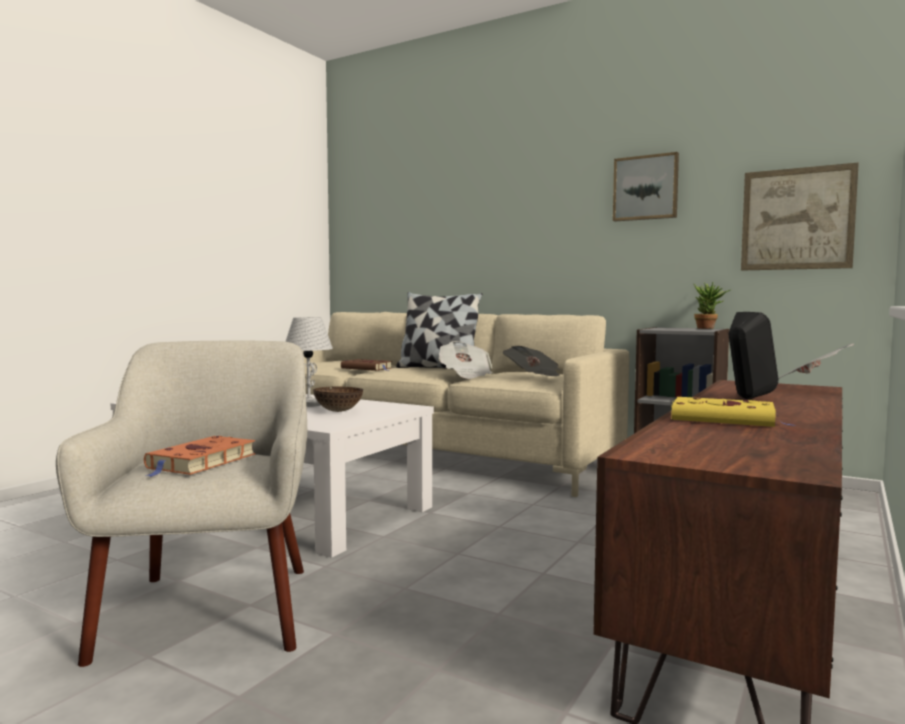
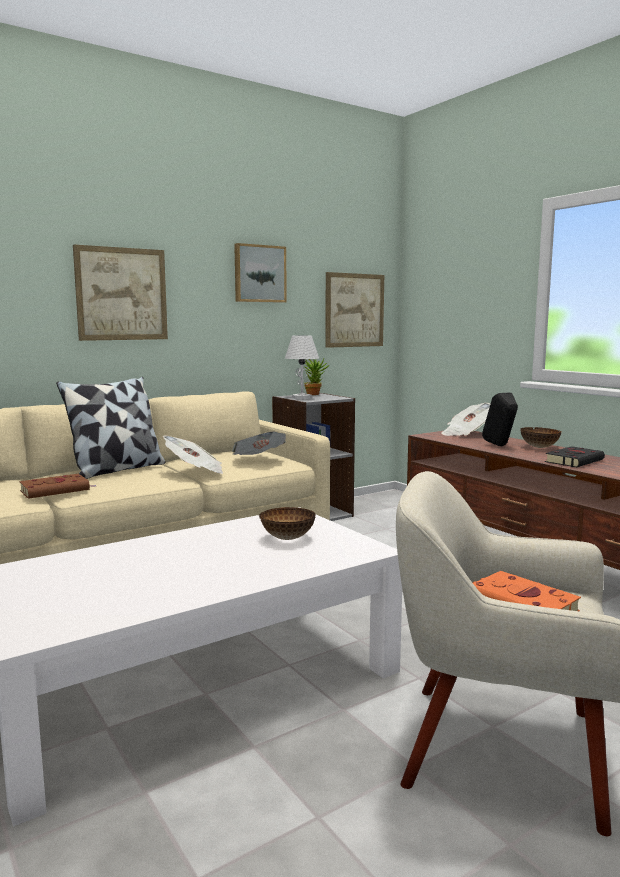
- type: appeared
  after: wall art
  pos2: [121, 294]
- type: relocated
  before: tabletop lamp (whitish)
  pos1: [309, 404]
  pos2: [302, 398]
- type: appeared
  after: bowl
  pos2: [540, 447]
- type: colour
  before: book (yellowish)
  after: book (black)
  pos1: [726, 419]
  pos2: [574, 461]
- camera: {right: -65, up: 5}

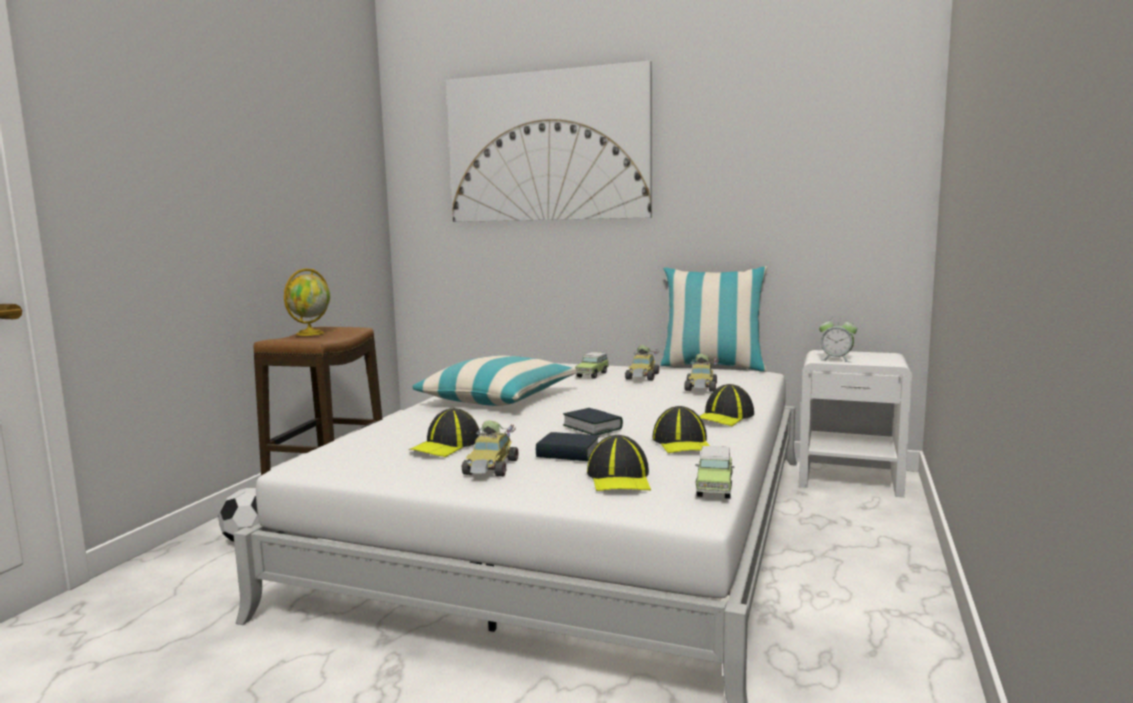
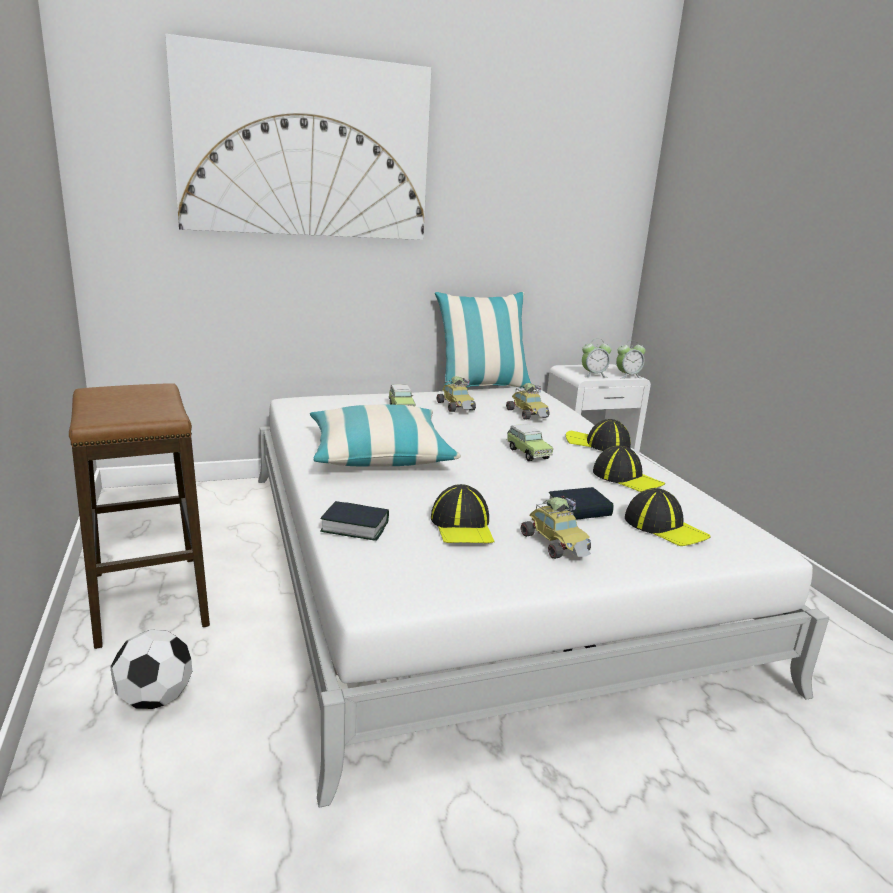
- type: relocated
  before: book
  pos1: [592, 427]
  pos2: [355, 527]
- type: relocated
  before: miniature car
  pos1: [714, 487]
  pos2: [527, 453]
- type: spun
  before: cap
  pos1: [724, 417]
  pos2: [597, 443]
  turn: 120
- type: appeared
  after: bedside clock
  pos2: [628, 376]
- type: missing
  before: world globe
  pos1: [310, 333]
- camera: {right: -40, up: 10}

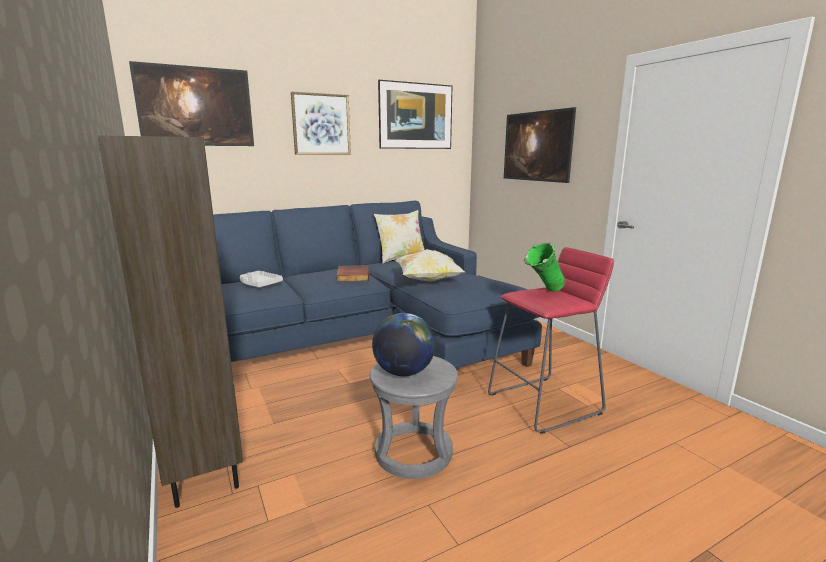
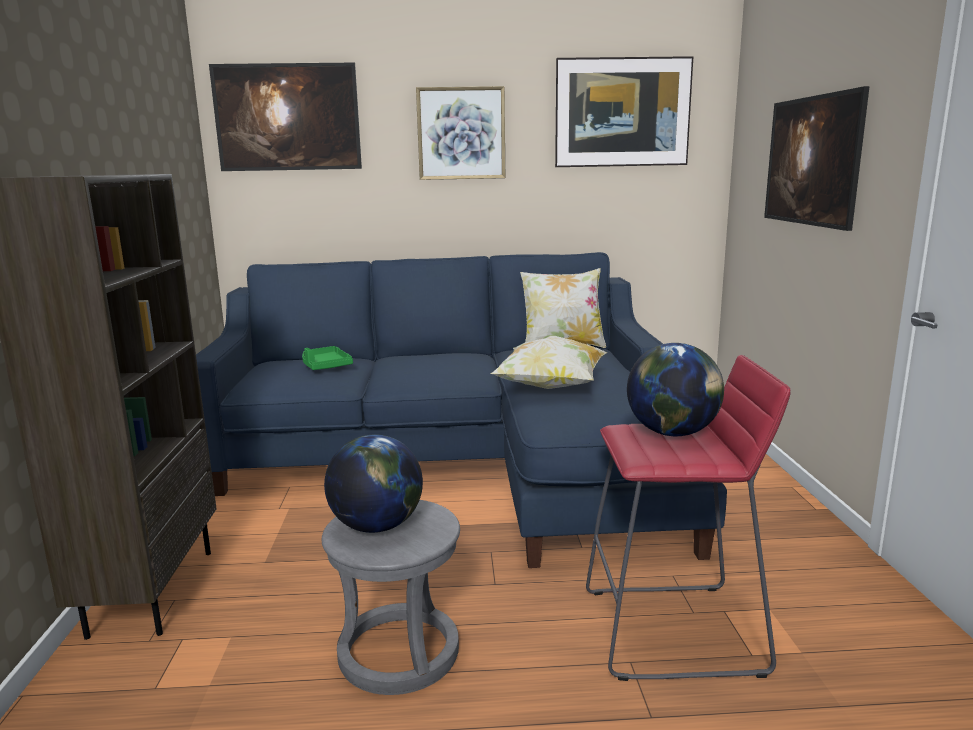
- type: colour
  before: serving tray (greyish)
  after: serving tray (green)
  pos1: [259, 284]
  pos2: [325, 366]
- type: exchanged
  before: vase (green)
  after: world globe
  pos1: [543, 292]
  pos2: [672, 433]
- type: missing
  before: book
  pos1: [352, 276]
- camera: {right: 25, up: 0}

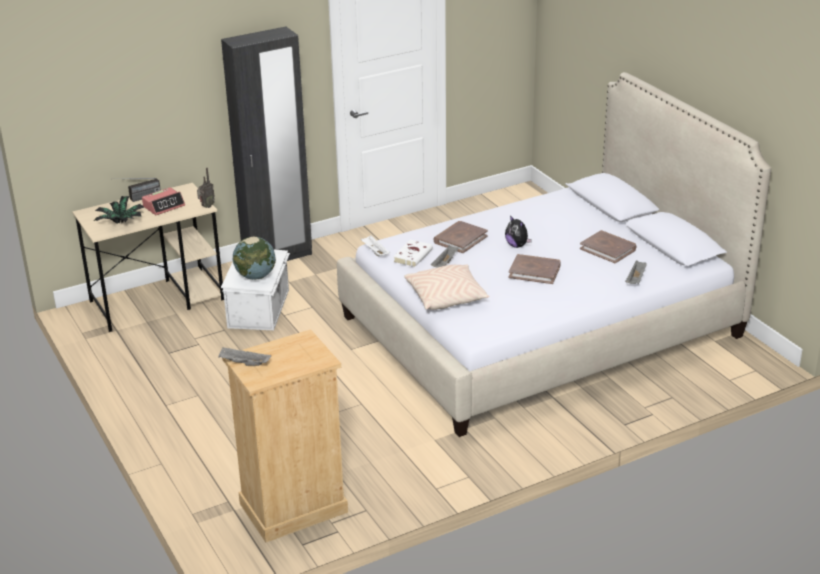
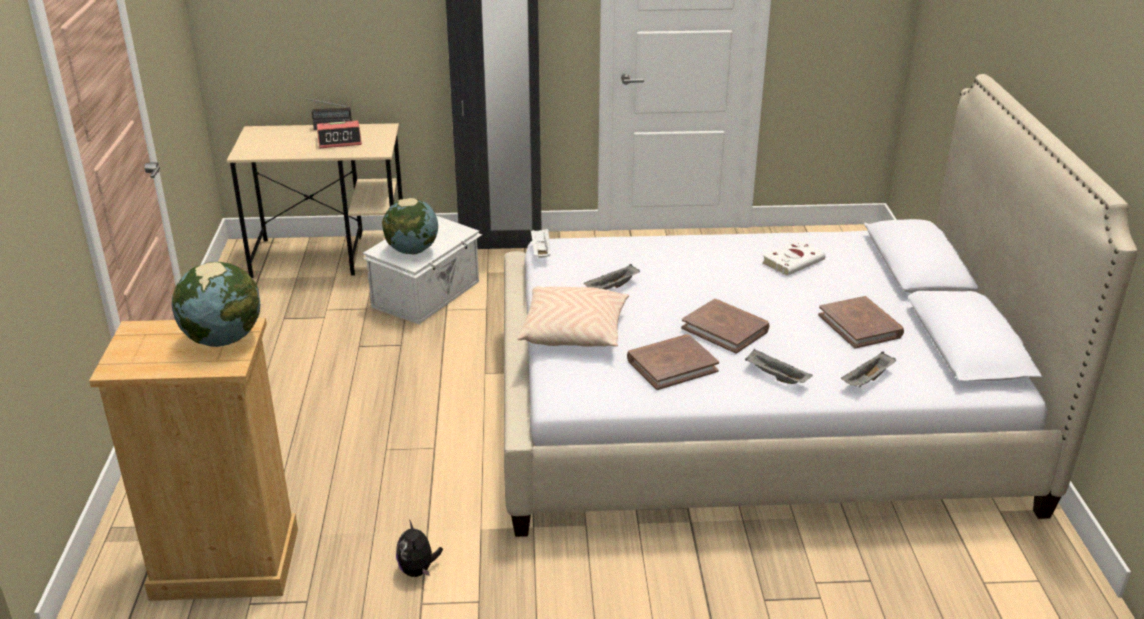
- type: appeared
  after: world globe
  pos2: [223, 339]
- type: relocated
  before: cuddly toy
  pos1: [517, 245]
  pos2: [418, 570]
- type: relocated
  before: book (brownish)
  pos1: [460, 239]
  pos2: [672, 365]
- type: relocated
  before: serving tray (greyish)
  pos1: [244, 364]
  pos2: [775, 377]
- type: relocated
  before: book (whitish)
  pos1: [413, 255]
  pos2: [794, 261]
- type: missing
  before: plant in a pot
  pos1: [121, 223]
- type: missing
  before: radio
  pos1: [206, 207]
- camera: {right: 25, up: 0}

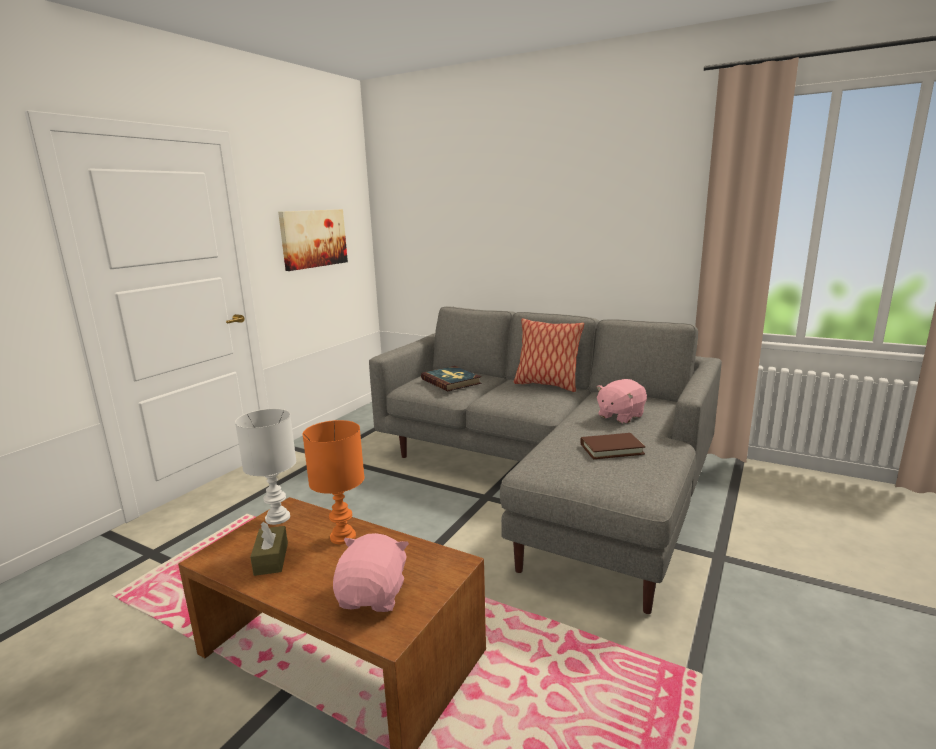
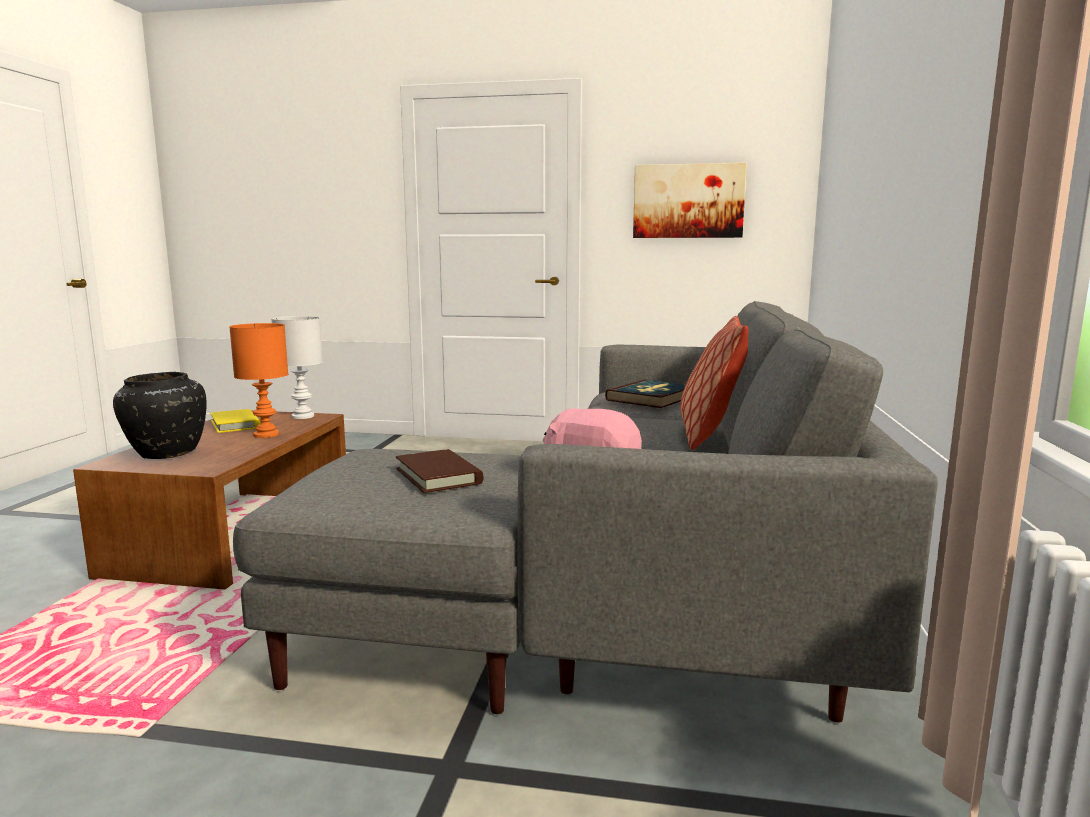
- type: exchanged
  before: cuddly toy (pink-coloured)
  after: vase (black)
  pos1: [373, 596]
  pos2: [166, 453]
- type: exchanged
  before: tissue holder (brownish)
  after: book (yellowish)
  pos1: [271, 559]
  pos2: [235, 424]
- camera: {right: 70, up: -5}

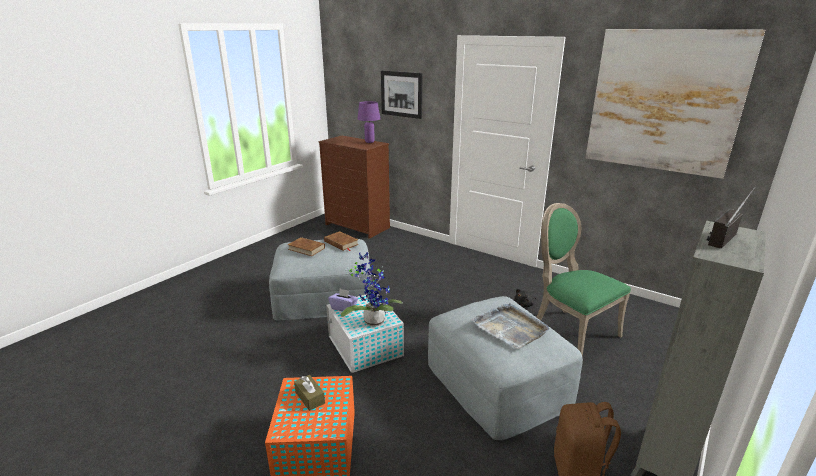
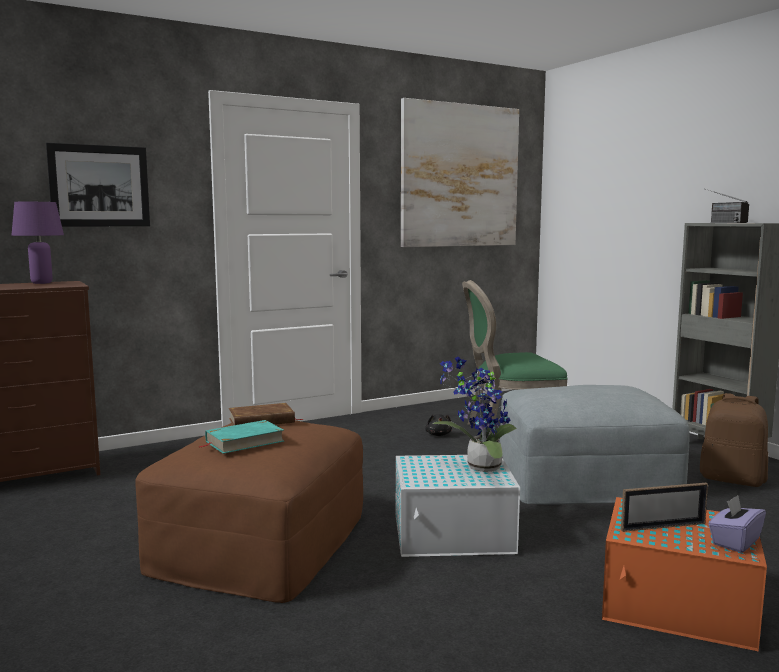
- type: colour
  before: pouffe (greyish)
  after: pouffe (brownish)
  pos1: [324, 296]
  pos2: [260, 543]
- type: colour
  before: book (brownish)
  after: book (turquoise)
  pos1: [306, 248]
  pos2: [244, 441]
- type: exchanged
  before: tissue holder (brownish)
  after: picture frame
  pos1: [310, 397]
  pos2: [663, 527]
- type: relocated
  before: tissue holder (purplish)
  pos1: [344, 308]
  pos2: [735, 542]
- type: missing
  before: serving tray (greyish)
  pos1: [510, 327]
- camera: {right: -65, up: -15}

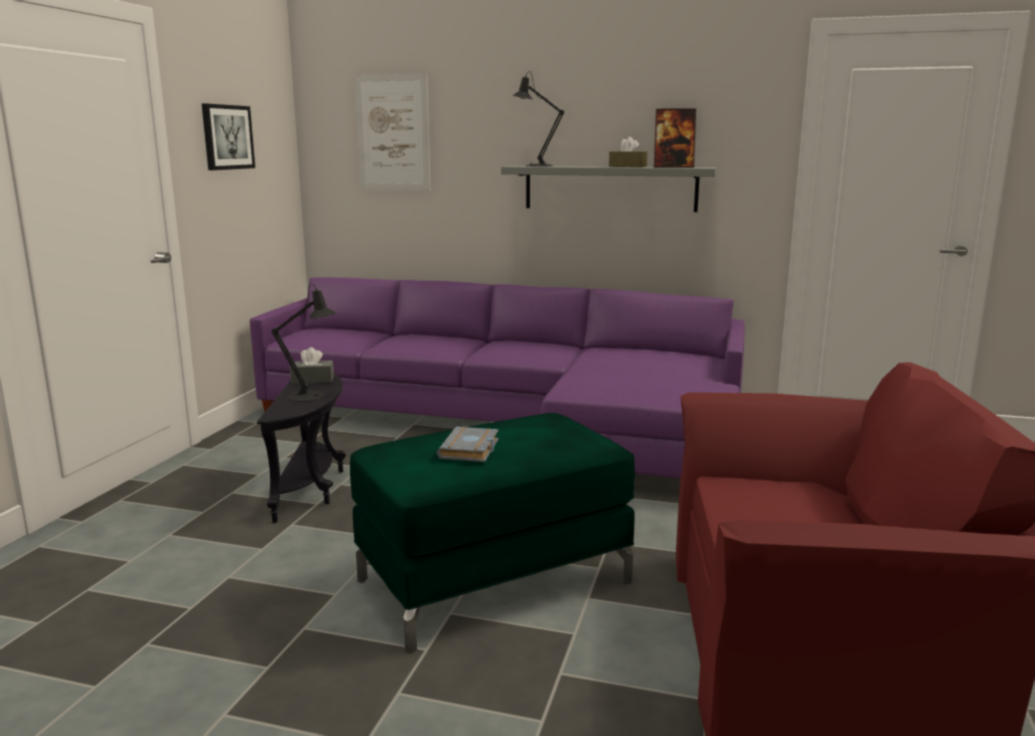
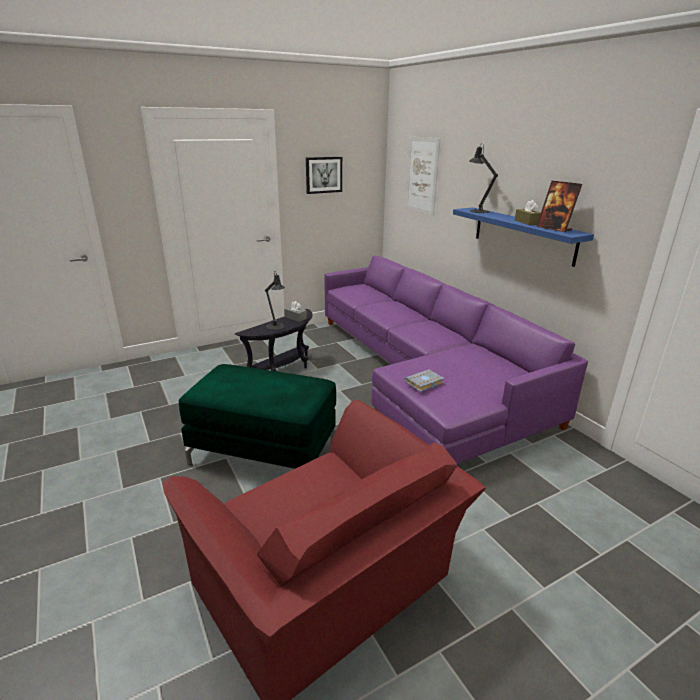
- type: relocated
  before: book (greyish)
  pos1: [471, 450]
  pos2: [424, 383]
- type: colour
  before: bracket shelf (greyish)
  after: bracket shelf (bluish)
  pos1: [610, 188]
  pos2: [523, 235]
- camera: {right: 45, up: 10}

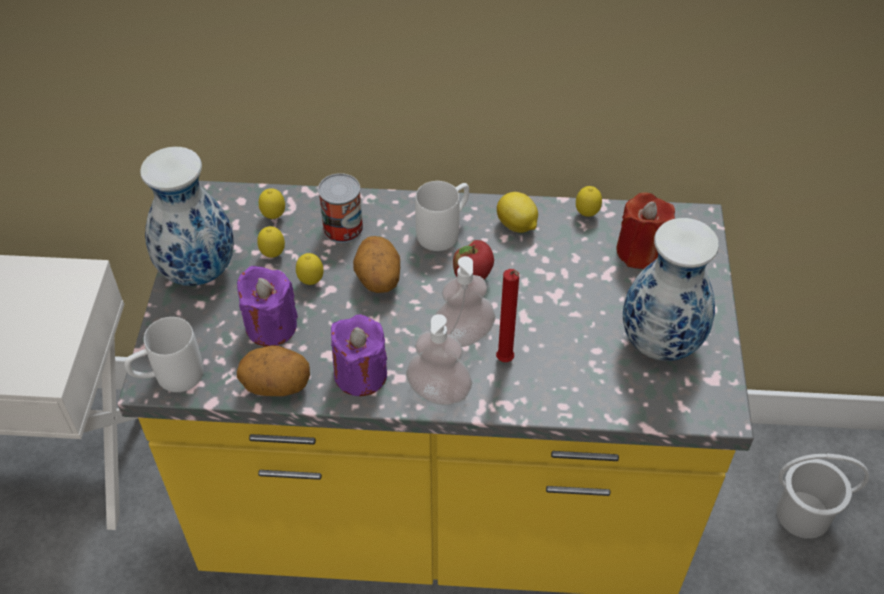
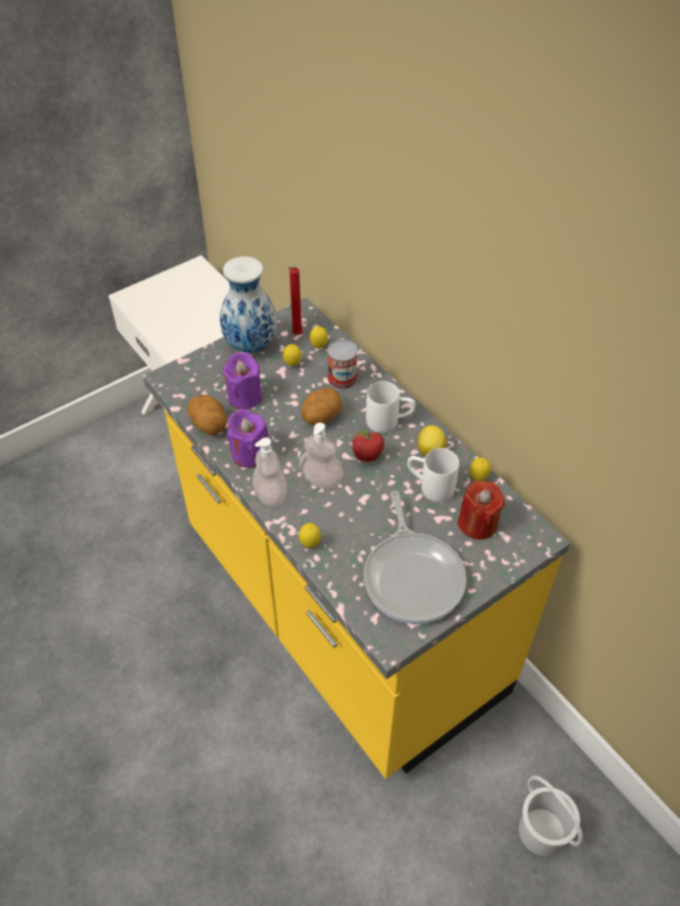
- type: relocated
  before: wax light (red)
  pos1: [505, 362]
  pos2: [296, 335]
- type: relocated
  before: lemon
  pos1: [311, 282]
  pos2: [310, 544]
- type: exchanged
  before: vase
  after: frying pan
  pos1: [659, 342]
  pos2: [413, 576]
- type: relocated
  before: coffee mug (whitish)
  pos1: [169, 378]
  pos2: [429, 486]
- camera: {right: 50, up: 0}

